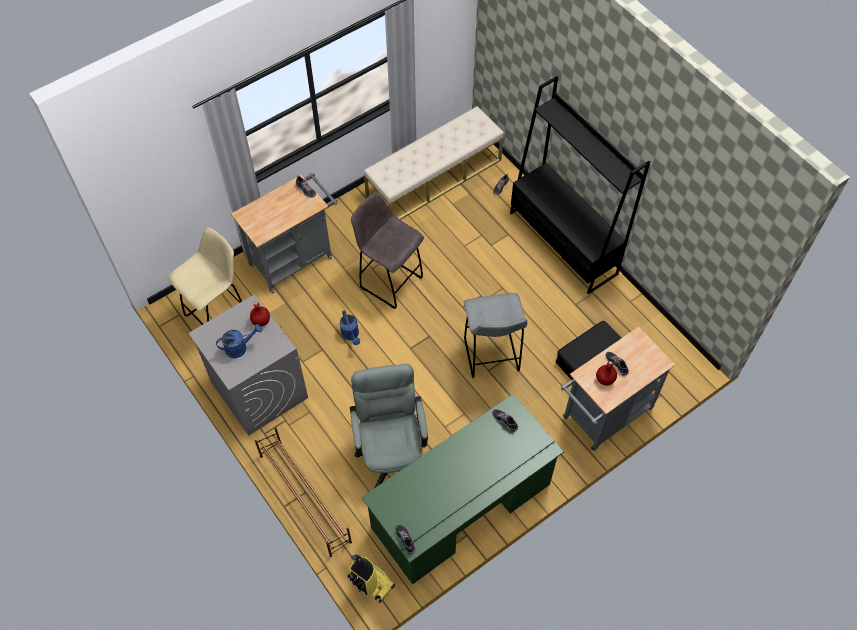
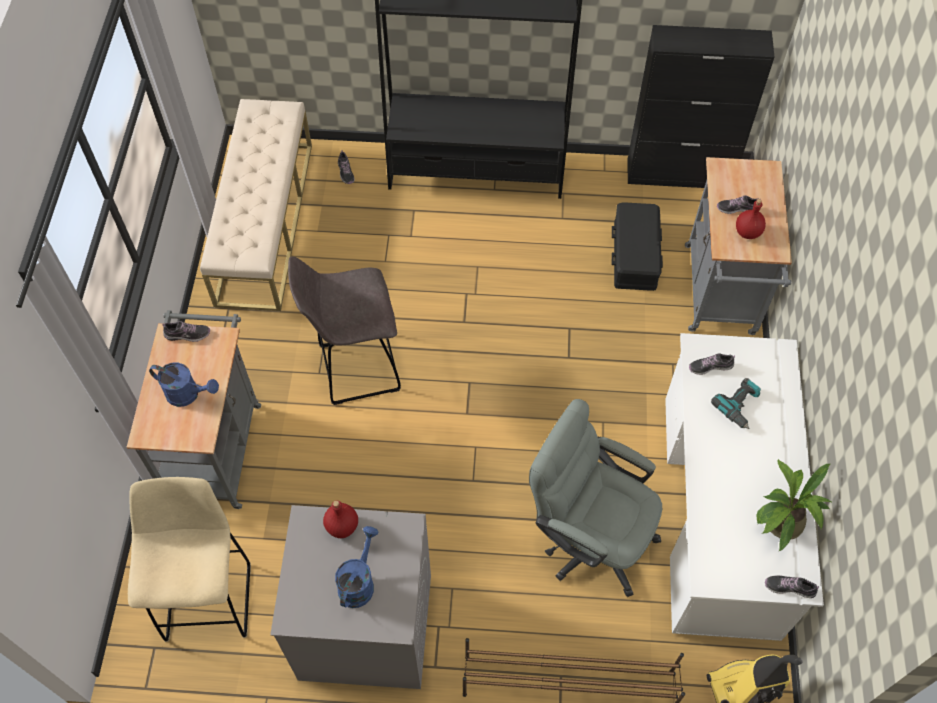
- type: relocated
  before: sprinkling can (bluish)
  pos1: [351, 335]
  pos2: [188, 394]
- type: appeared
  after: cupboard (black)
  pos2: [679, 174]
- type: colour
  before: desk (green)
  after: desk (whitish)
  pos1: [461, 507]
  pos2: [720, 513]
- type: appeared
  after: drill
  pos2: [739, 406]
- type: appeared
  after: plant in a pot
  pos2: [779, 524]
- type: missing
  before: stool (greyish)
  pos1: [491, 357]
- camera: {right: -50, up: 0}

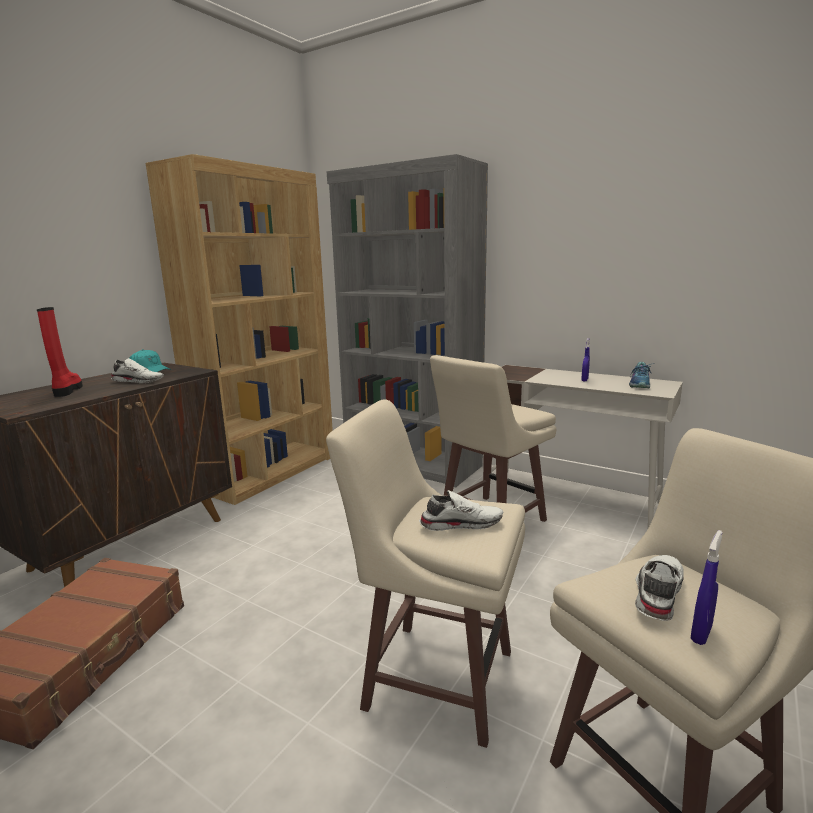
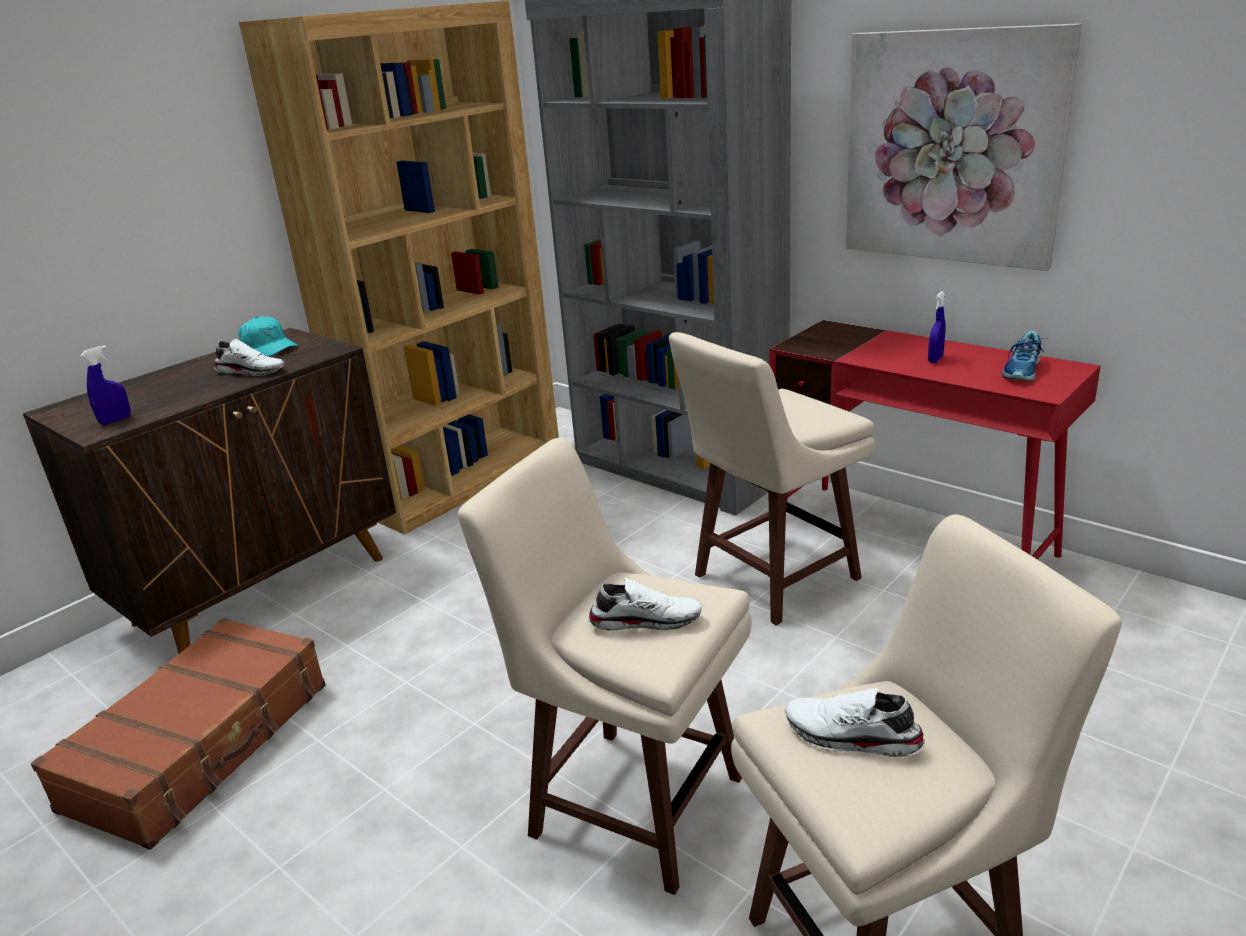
- type: relocated
  before: hand sprayer (bluish)
  pos1: [701, 633]
  pos2: [115, 420]
- type: colour
  before: desk (whitish)
  after: desk (red)
  pos1: [570, 496]
  pos2: [914, 538]
- type: spun
  before: item of footwear (whitish)
  pos1: [656, 593]
  pos2: [851, 738]
  turn: -105
- type: appeared
  after: wall art
  pos2: [952, 148]
- type: missing
  before: boot (red)
  pos1: [67, 390]
- camera: {right: 10, up: 10}

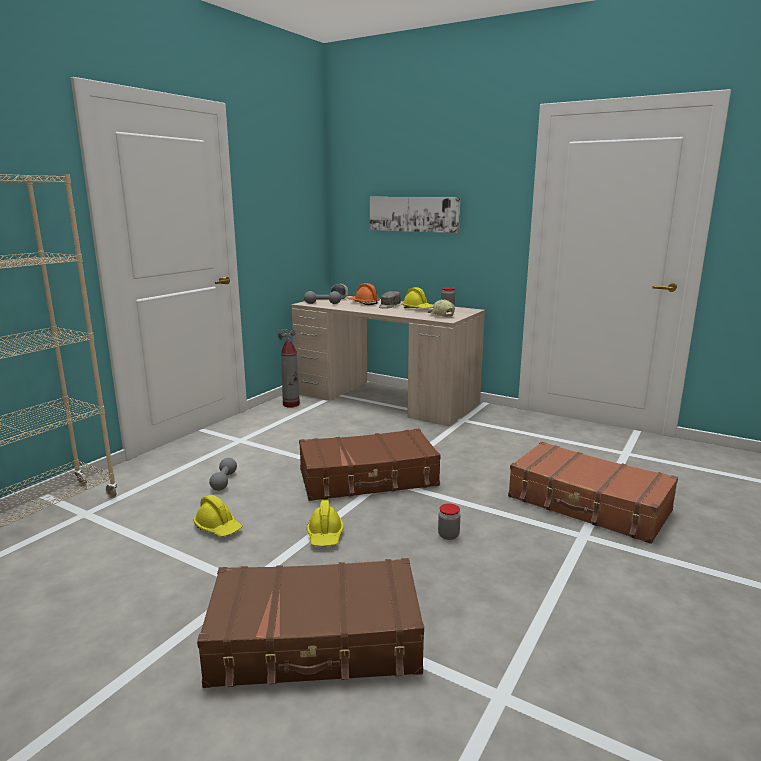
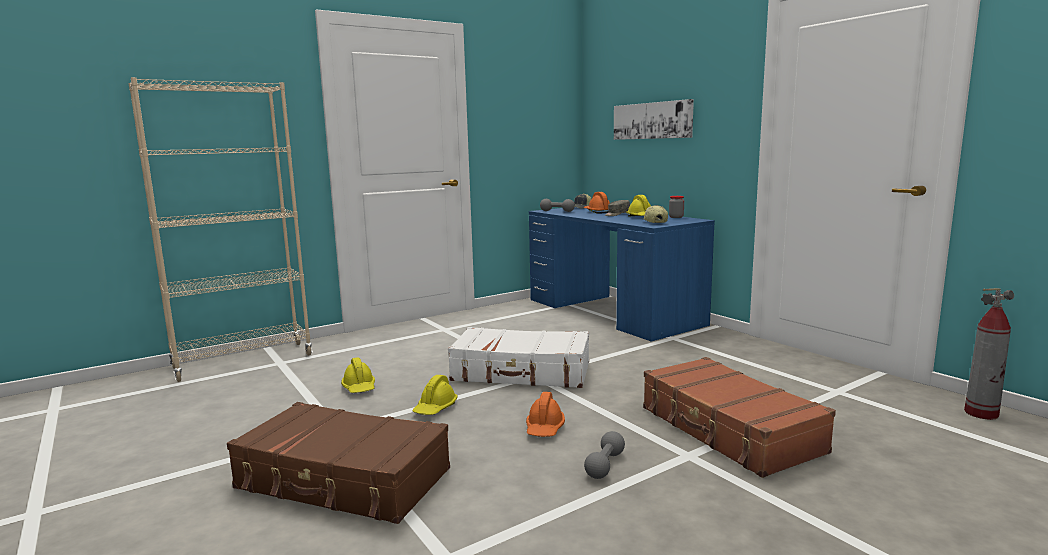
- type: colour
  before: travel case (brownish)
  after: travel case (whitish)
  pos1: [368, 478]
  pos2: [521, 372]
- type: exchanged
  before: preserve jar
  after: work helmet (orangey)
  pos1: [448, 535]
  pos2: [545, 428]
- type: colour
  before: desk (beige-coloured)
  after: desk (bluish)
  pos1: [385, 398]
  pos2: [612, 312]
- type: relocated
  before: dumbbell (greyish)
  pos1: [224, 481]
  pos2: [605, 465]
- type: relocated
  before: fire extinguisher
  pos1: [291, 404]
  pos2: [981, 413]
- camera: {right: 25, up: -5}

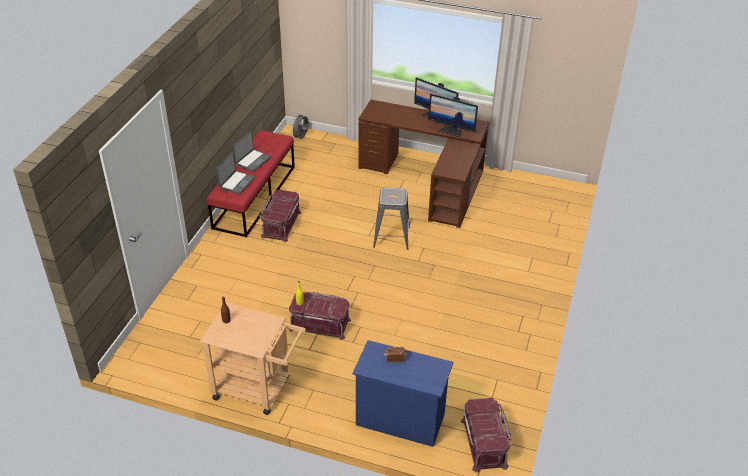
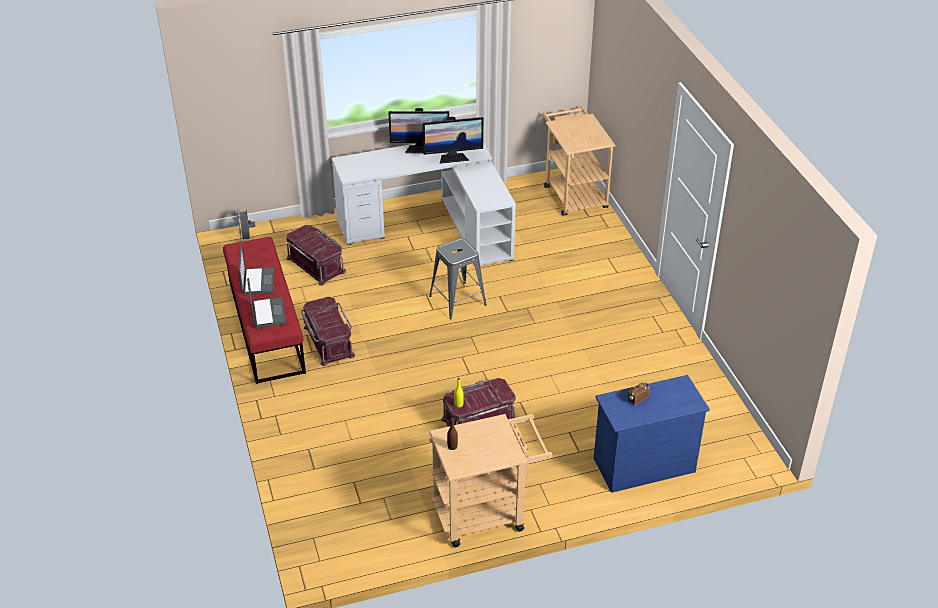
- type: relocated
  before: storage container (red)
  pos1: [484, 443]
  pos2: [316, 264]
- type: colour
  before: desk (brownish)
  after: desk (whitish)
  pos1: [429, 180]
  pos2: [434, 225]
- type: appeared
  after: cart (beige-coloured)
  pos2: [573, 193]
- camera: {right: -35, up: 0}

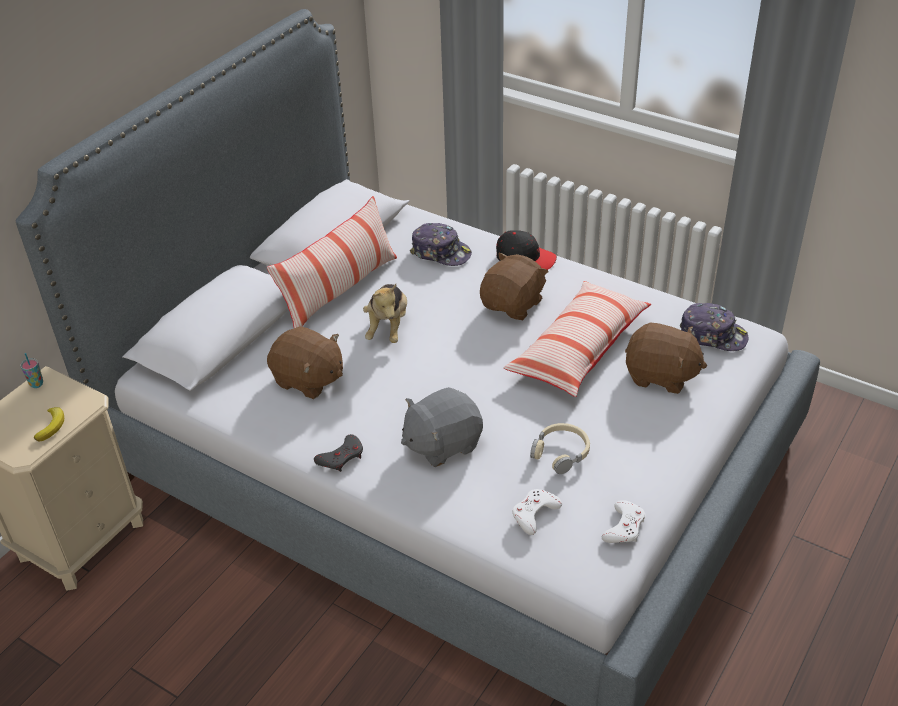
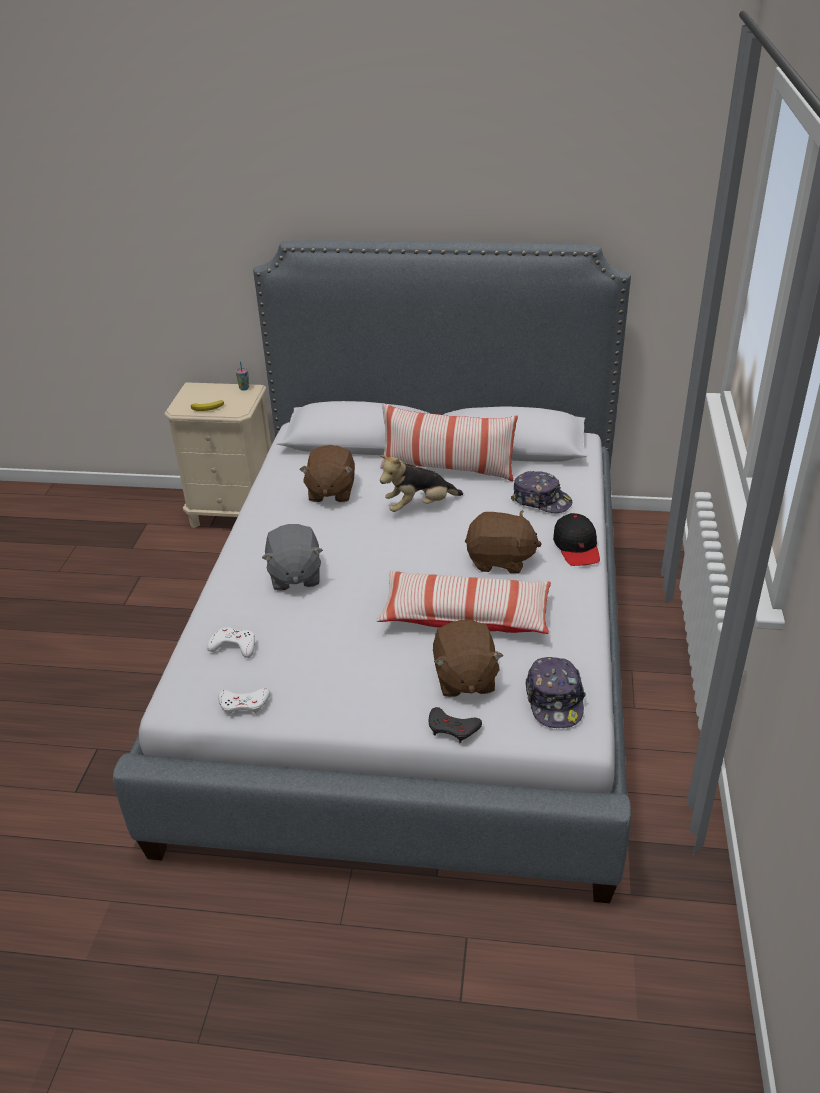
- type: spun
  before: cuddly toy (greyish)
  pos1: [442, 443]
  pos2: [294, 576]
  turn: -135
- type: relocated
  before: gamepad (greyish)
  pos1: [341, 457]
  pos2: [453, 728]
- type: spun
  before: cap
  pos1: [441, 252]
  pos2: [541, 500]
  turn: -60
- type: missing
  before: headset (beige-coloured)
  pos1: [561, 452]
- camera: {right: 65, up: -5}

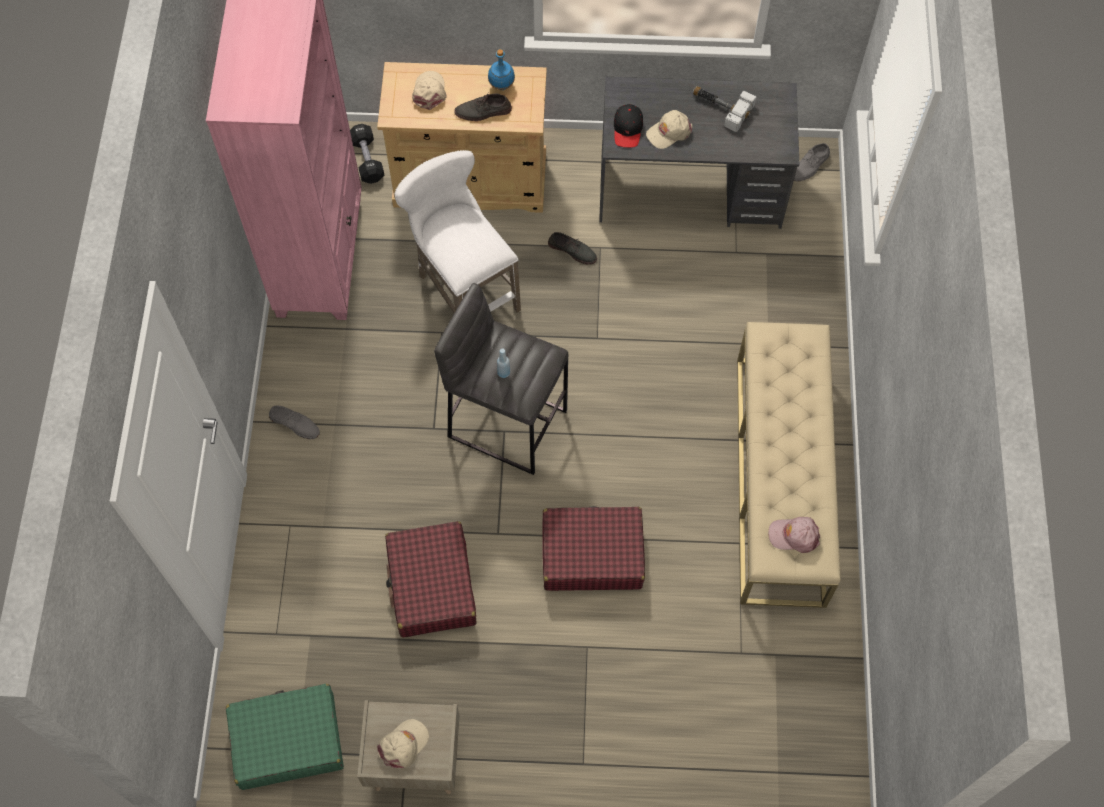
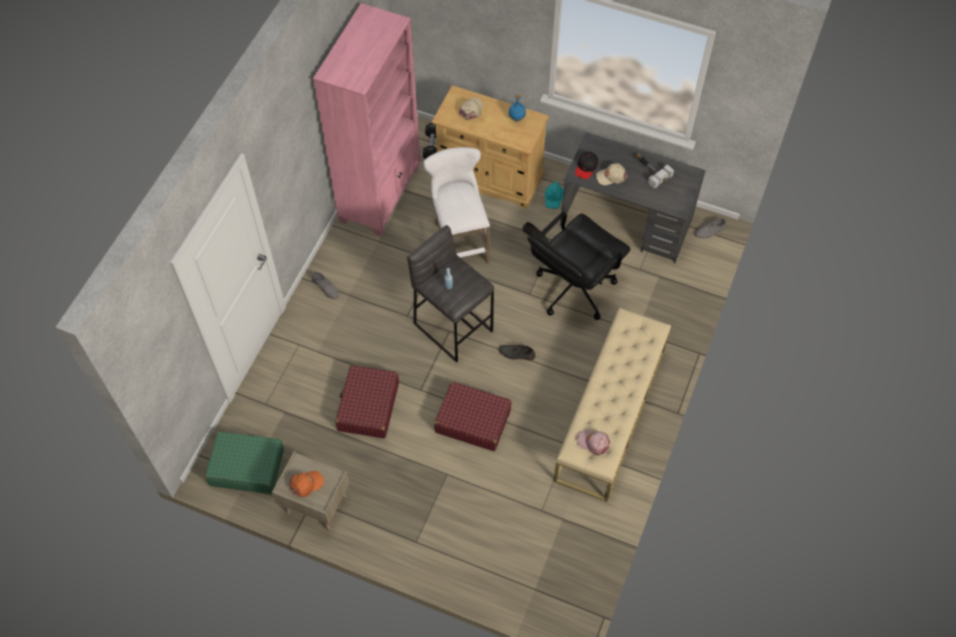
- type: colour
  before: cap (beige-coloured)
  after: cap (orangey)
  pos1: [403, 744]
  pos2: [306, 484]
- type: relocated
  before: item of footwear (greyish)
  pos1: [483, 111]
  pos2: [516, 354]
- type: appeared
  after: computer chair (black)
  pos2: [573, 289]
- type: appeared
  after: work helmet (turquoise)
  pos2: [553, 198]
- camera: {right: 20, up: -5}

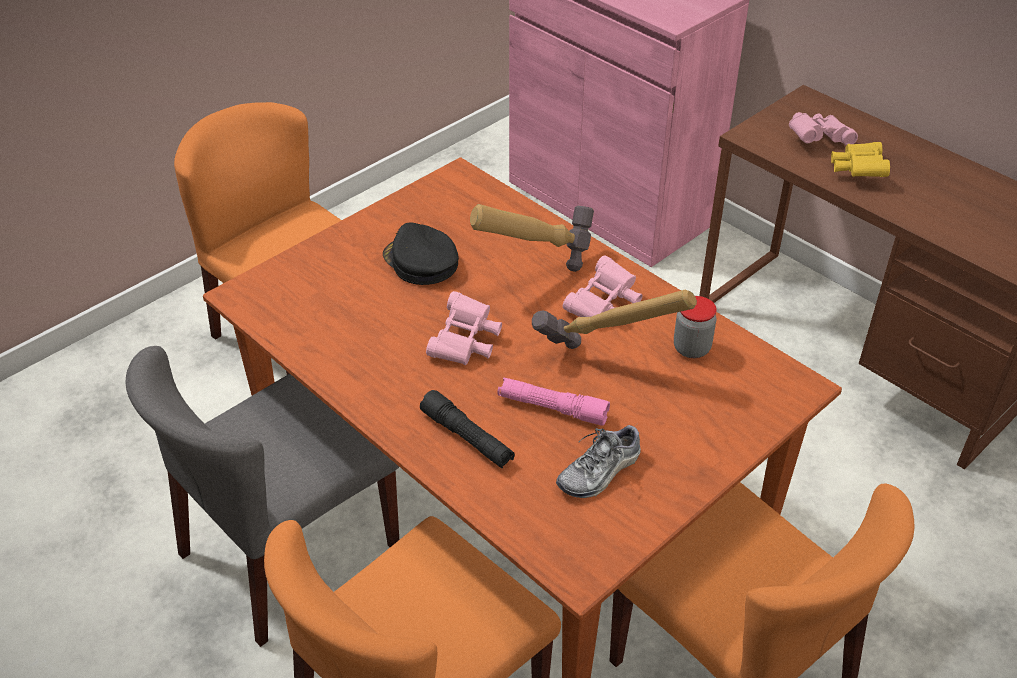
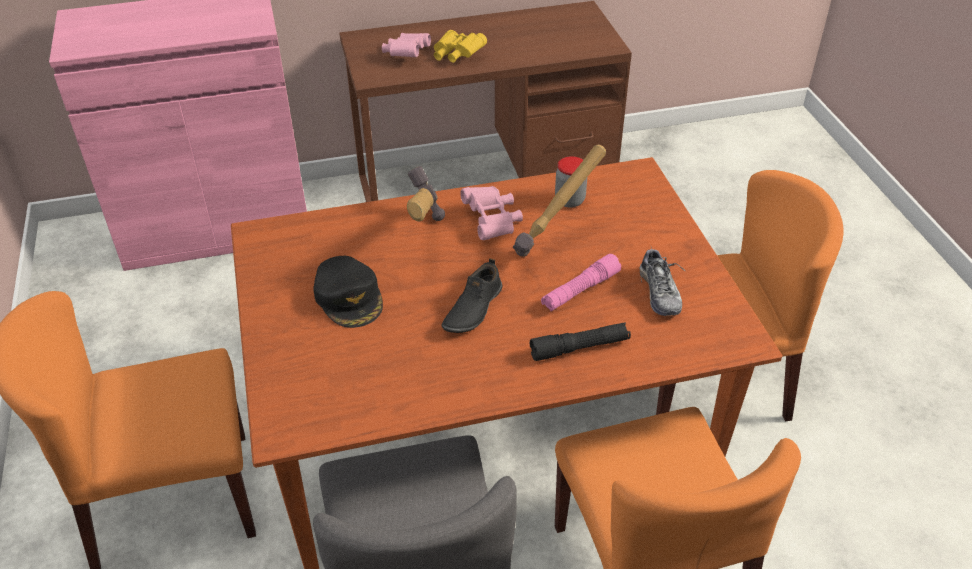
- type: spun
  before: cap (black)
  pos1: [420, 262]
  pos2: [349, 297]
  turn: -105
- type: exchanged
  before: pair of binoculars (pink-coloured)
  after: item of footwear (black)
  pos1: [465, 343]
  pos2: [472, 308]
- camera: {right: -60, up: 0}

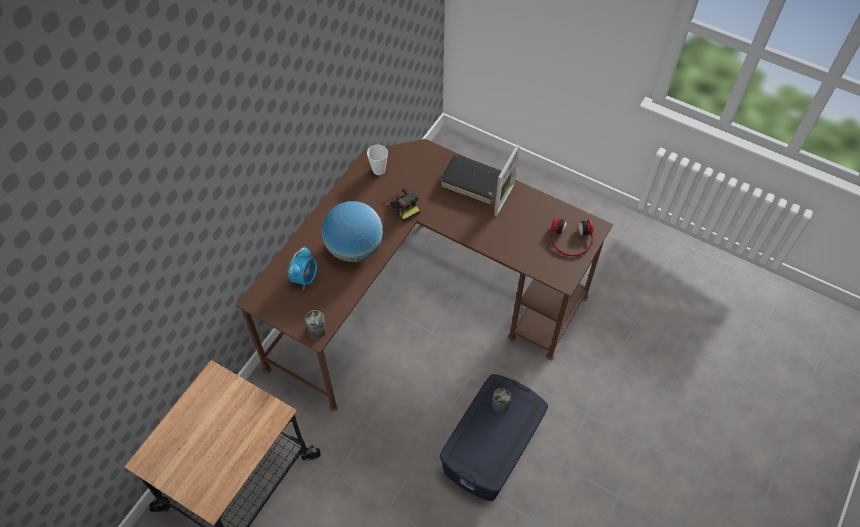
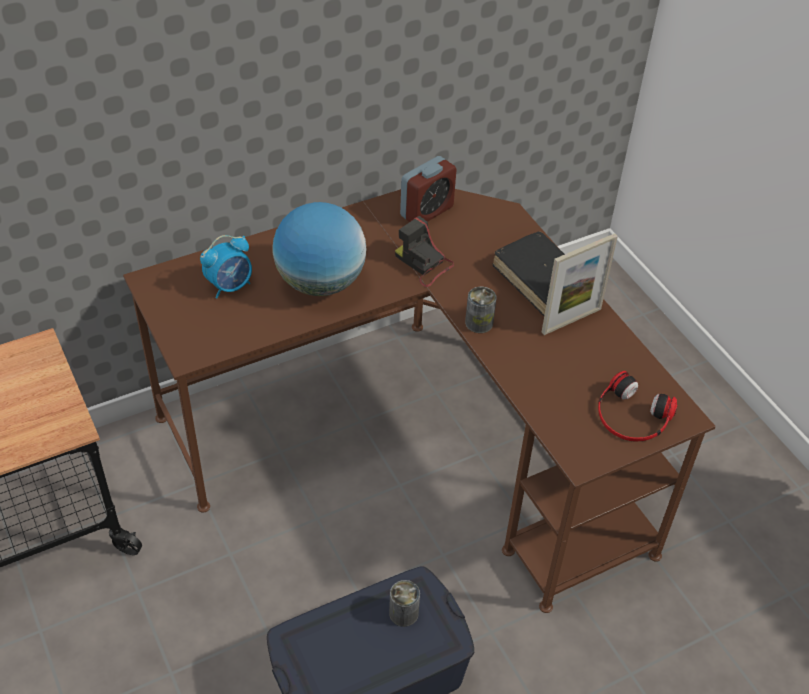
- type: spun
  before: still camera
  pos1: [402, 206]
  pos2: [424, 264]
  turn: 135
- type: exchanged
  before: cup
  after: bedside clock
  pos1: [378, 170]
  pos2: [426, 211]
- type: relocated
  before: metal can
  pos1: [317, 330]
  pos2: [479, 323]
- camera: {right: 30, up: -10}

